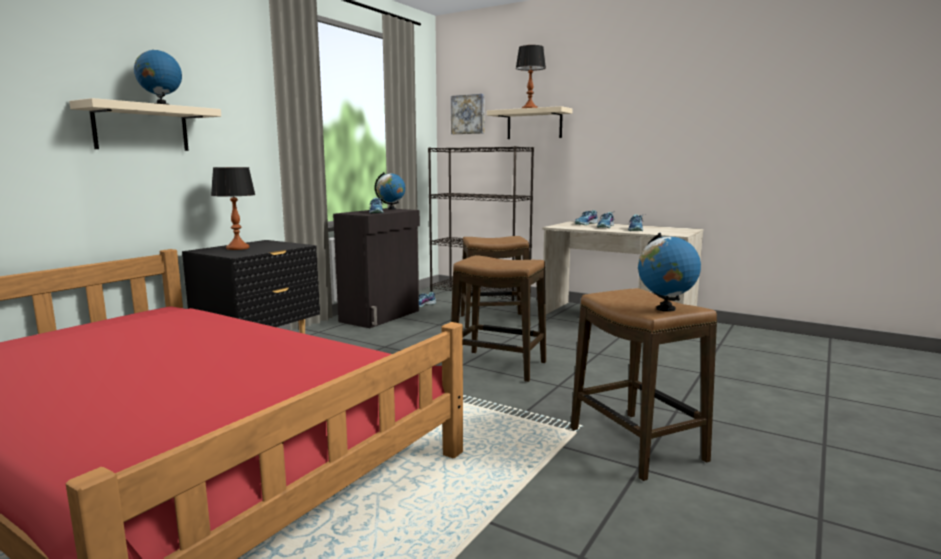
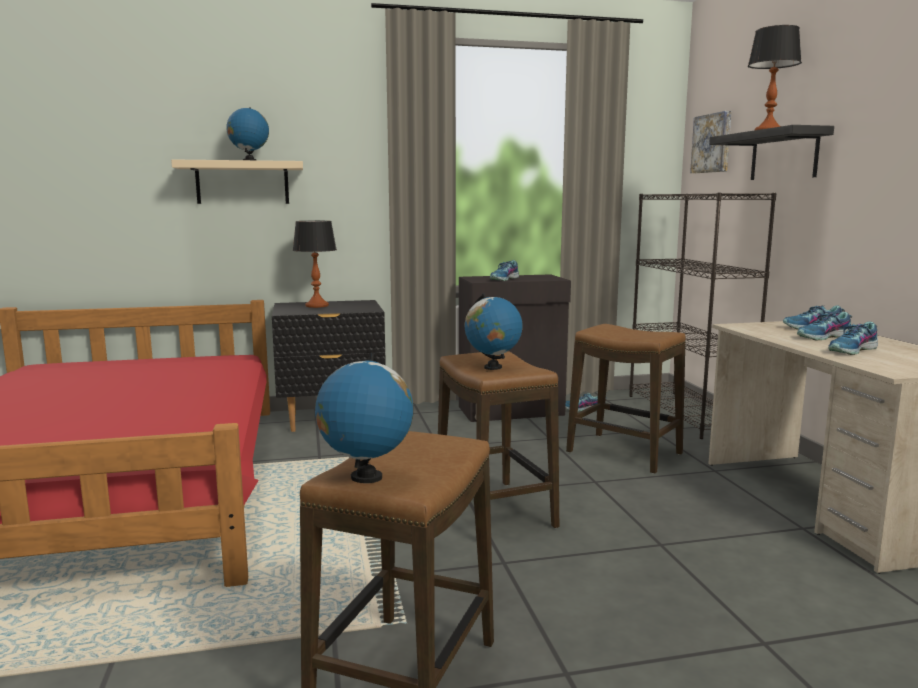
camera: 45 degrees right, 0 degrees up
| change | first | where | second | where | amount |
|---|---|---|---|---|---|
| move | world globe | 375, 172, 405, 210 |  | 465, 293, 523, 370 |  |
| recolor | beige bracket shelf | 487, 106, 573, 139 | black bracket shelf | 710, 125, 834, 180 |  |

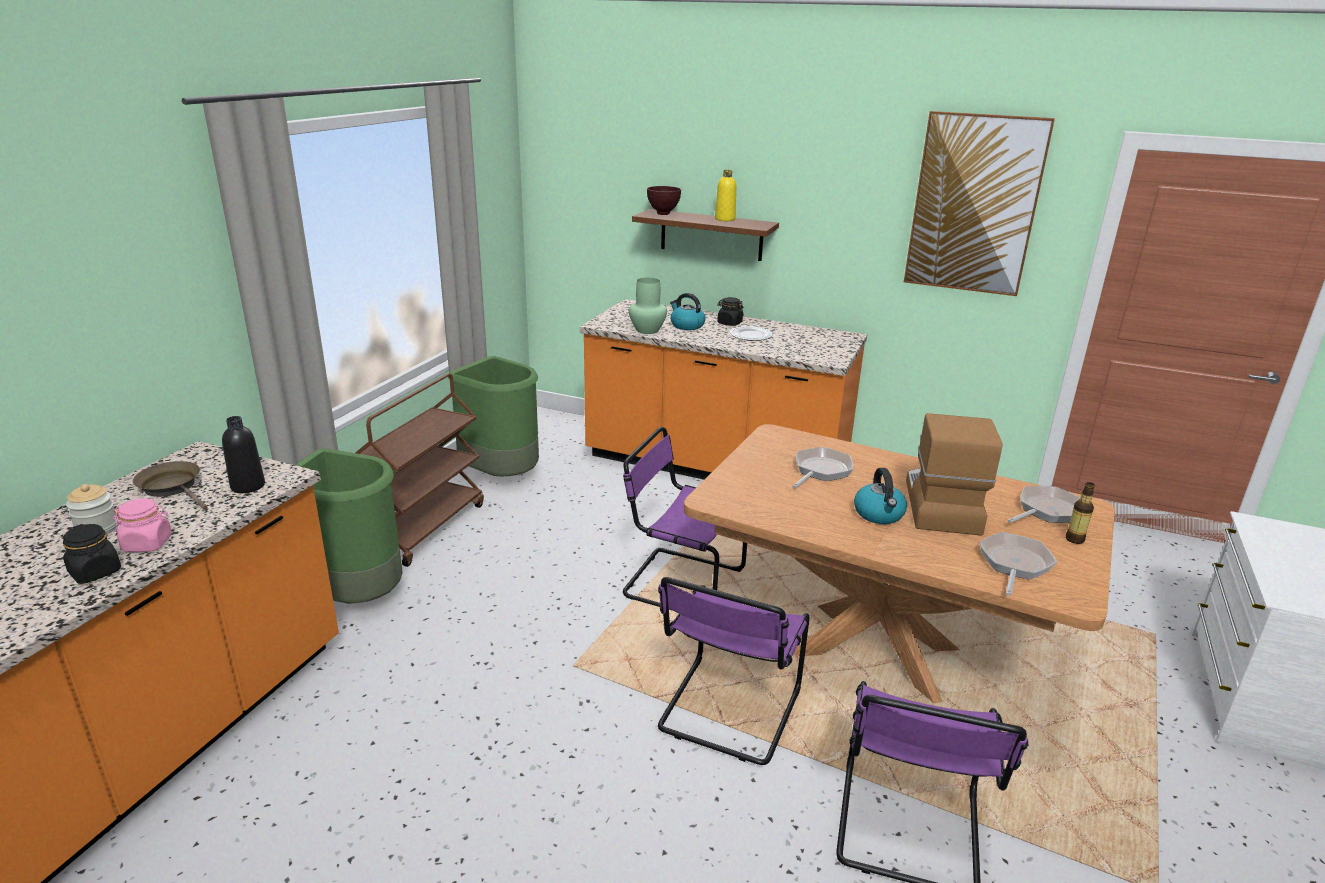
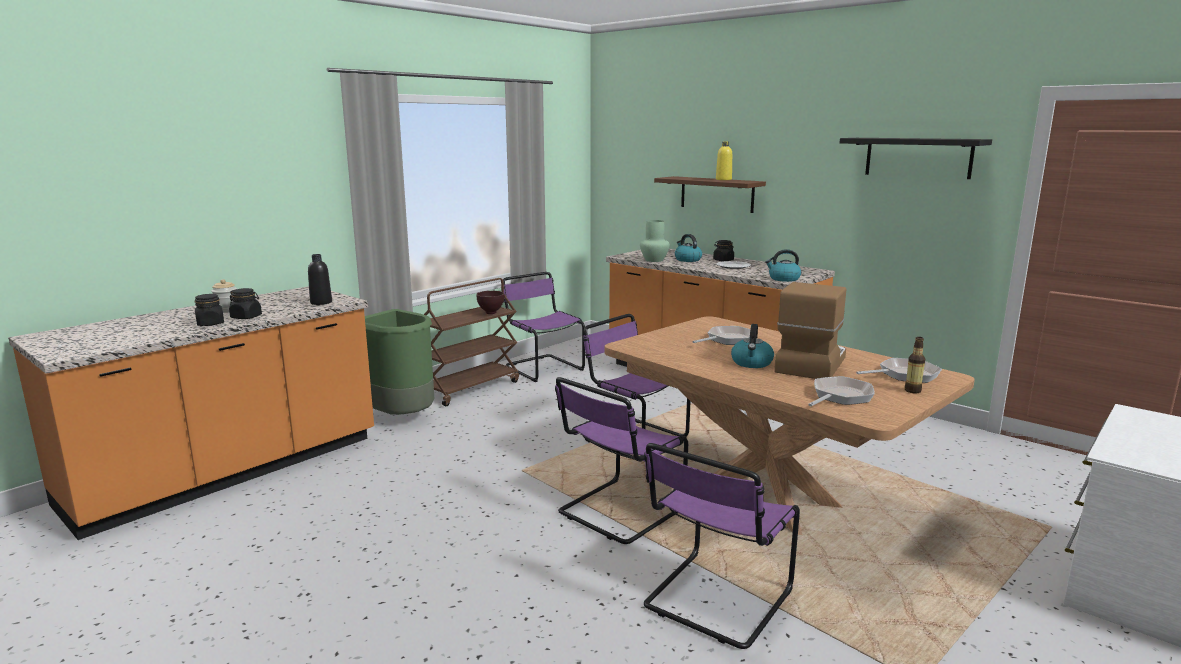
camera: 20 degrees right, 10 degrees down
| change | first | where | second | where | amount |
|---|---|---|---|---|---|
| recolor | pink-coloured jar | 113, 498, 172, 552 | black jar | 229, 288, 262, 319 |  |
| delete | brownish frying pan | 133, 461, 207, 510 |  |  |  |
| replace | green rubbish bin | 448, 356, 539, 476 | purple plain chair | 503, 272, 585, 382 |  |
| move | brownish bowl | 647, 186, 681, 215 |  | 476, 291, 504, 314 |  |
| replace | wall picture | 904, 111, 1055, 296 | black bracket shelf | 839, 138, 992, 179 |  |
| insert |  |  | water kettle | 765, 249, 801, 282 |  |

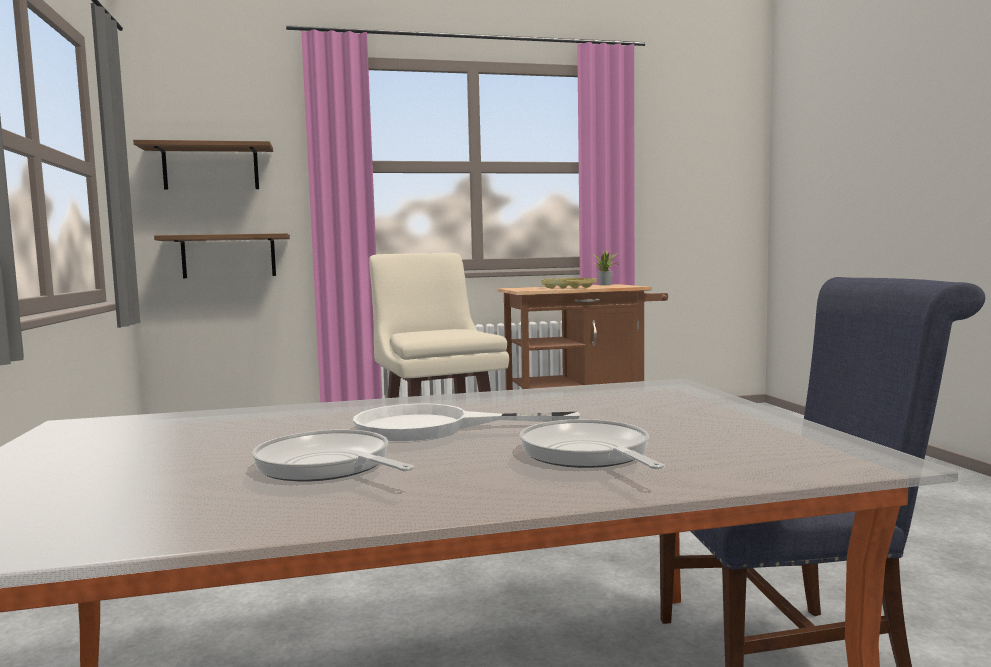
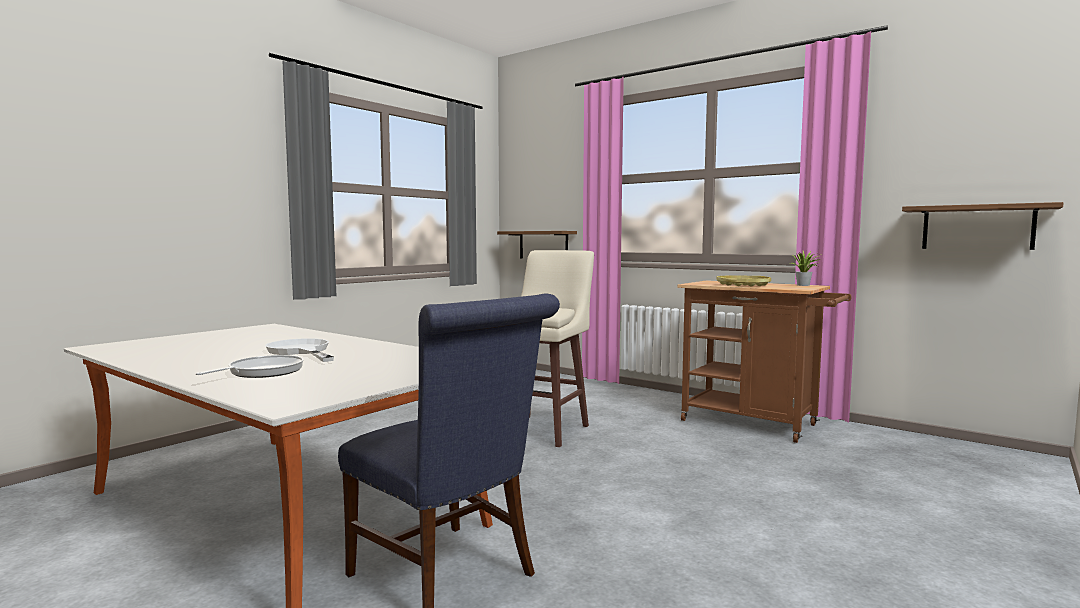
camera: 50 degrees right, 0 degrees up
| change | first | where | second | where | amount |
|---|---|---|---|---|---|
| move | bracket shelf | 133, 140, 273, 190 |  | 902, 202, 1063, 250 |  |
| delete | frying pan | 252, 430, 414, 481 |  |  |  |

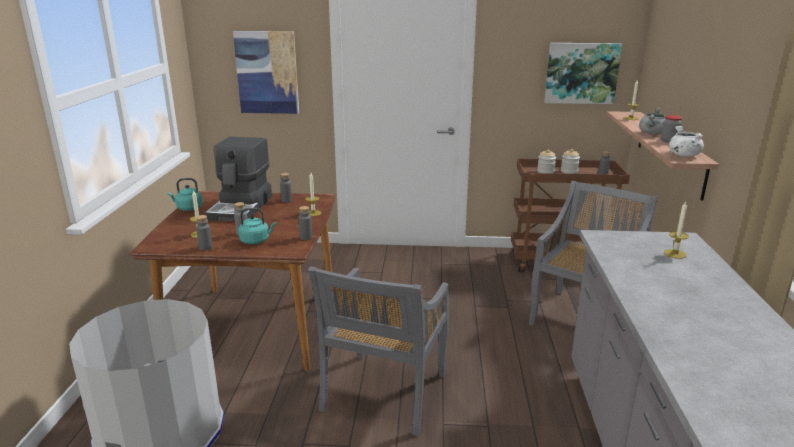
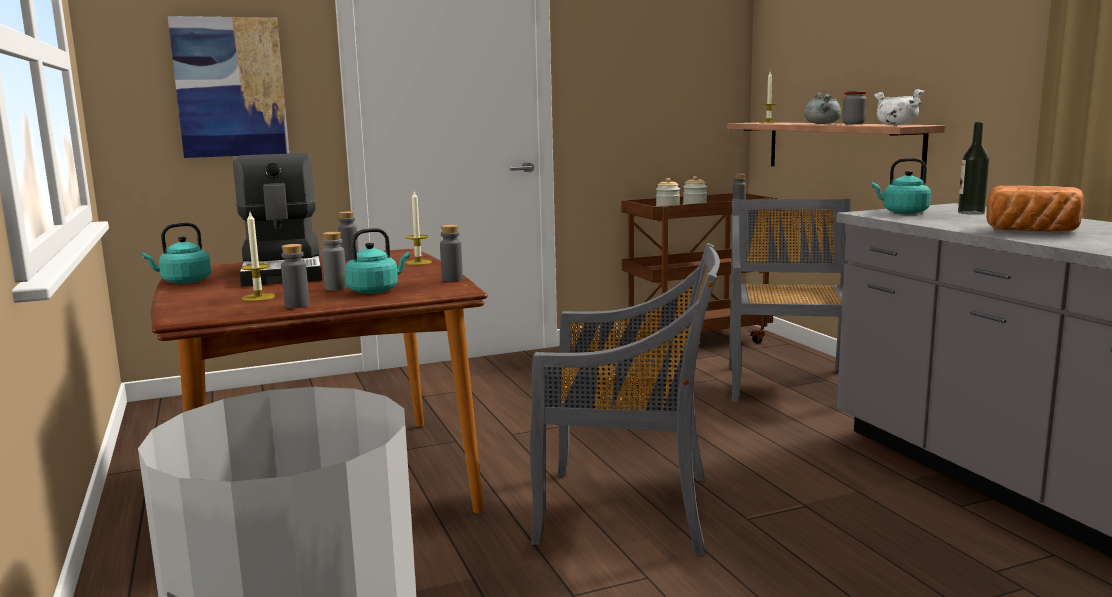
camera: 25 degrees left, 10 degrees down
| change | first | where | second | where | amount |
|---|---|---|---|---|---|
| rotate | greyish plain chair | 308, 266, 449, 436 |  | 530, 243, 720, 555 | 75 degrees counterclockwise |
| delete | wall picture | 544, 43, 622, 104 |  |  |  |
| replace | wax light | 664, 202, 689, 259 | drink bottle | 958, 122, 989, 215 |  |
| insert |  |  | turquoise-coloured water kettle | 871, 158, 931, 214 |  |
| insert |  |  | baked bread | 986, 186, 1084, 232 |  |

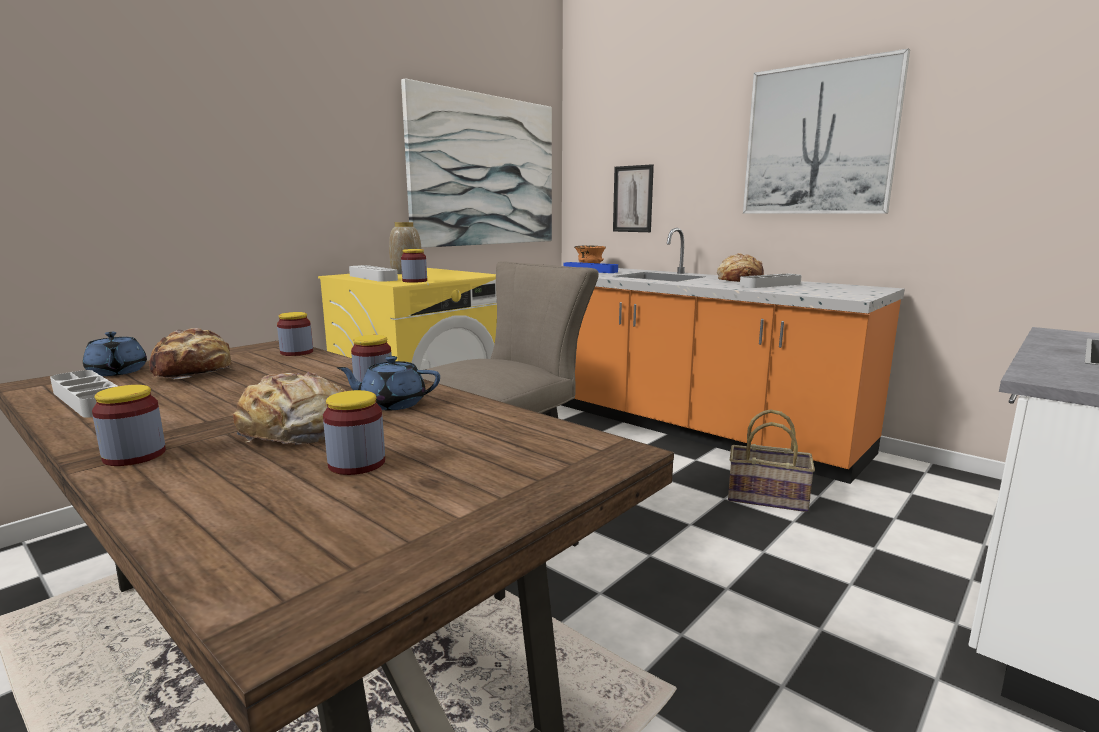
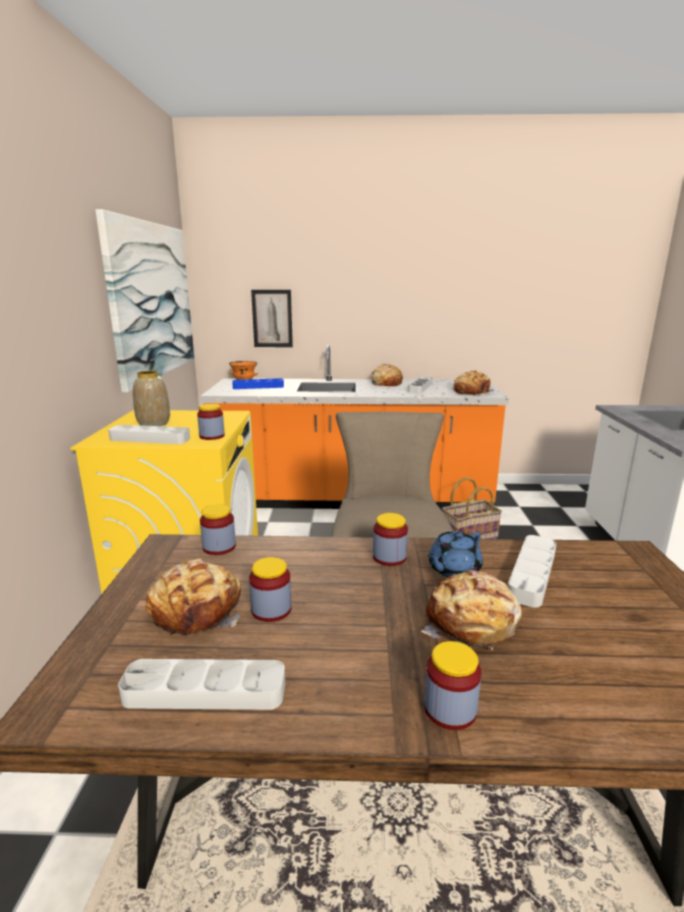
camera: 40 degrees left, 5 degrees up
| change | first | where | second | where | amount |
|---|---|---|---|---|---|
| delete | blue teapot | 83, 332, 147, 376 |  |  |  |
| move | jar | 323, 390, 385, 475 |  | 249, 557, 291, 622 |  |
| delete | wall picture | 743, 49, 910, 214 |  |  |  |
| insert |  |  | baked bread | 454, 370, 496, 395 |  |
| insert |  |  | greyish carrying tray | 508, 535, 557, 608 |  |

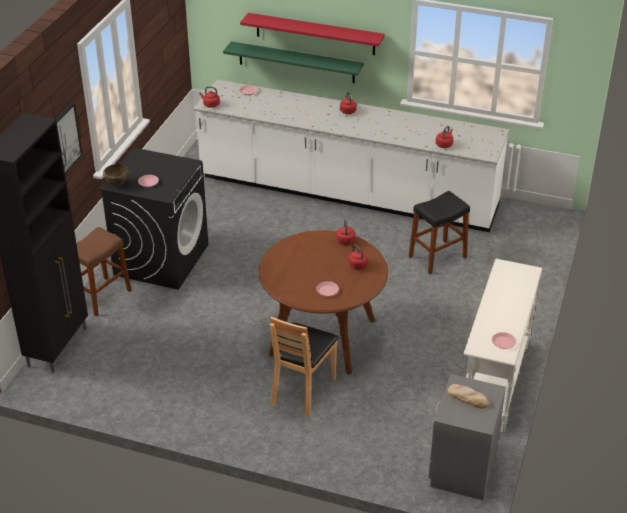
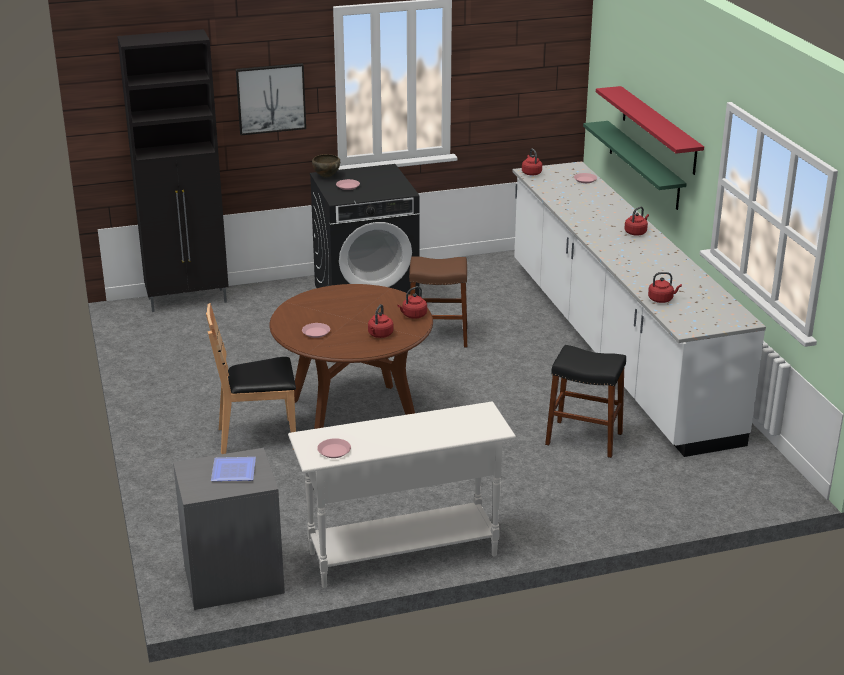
camera: 55 degrees right, 10 degrees down
| change | first | where | second | where | amount |
|---|---|---|---|---|---|
| move | brownish stool | 76, 227, 132, 316 |  | 409, 256, 467, 347 |  |
| replace | baked bread | 447, 384, 489, 409 | dinner plate | 211, 457, 256, 481 |  |

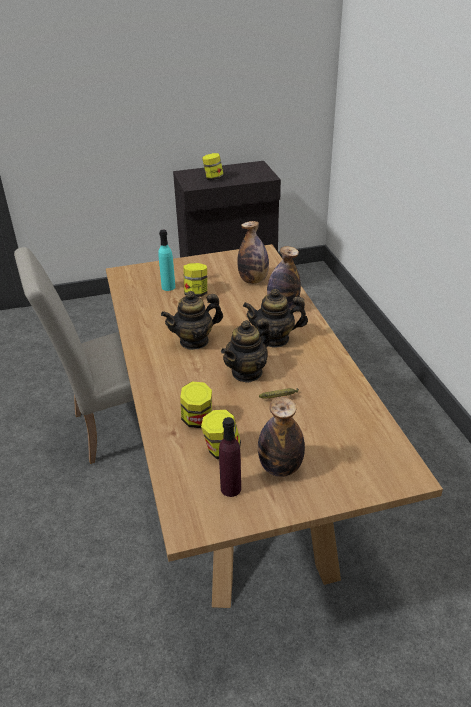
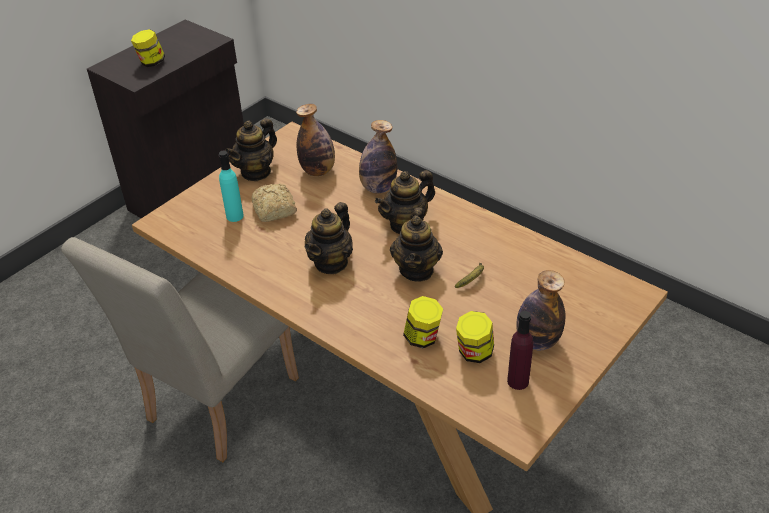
camera: 35 degrees left, 5 degrees up
| change | first | where | second | where | amount |
|---|---|---|---|---|---|
| replace | jar | 183, 263, 207, 297 | baked bread | 251, 184, 297, 222 |  |
| insert |  |  | teapot | 225, 118, 277, 181 |  |

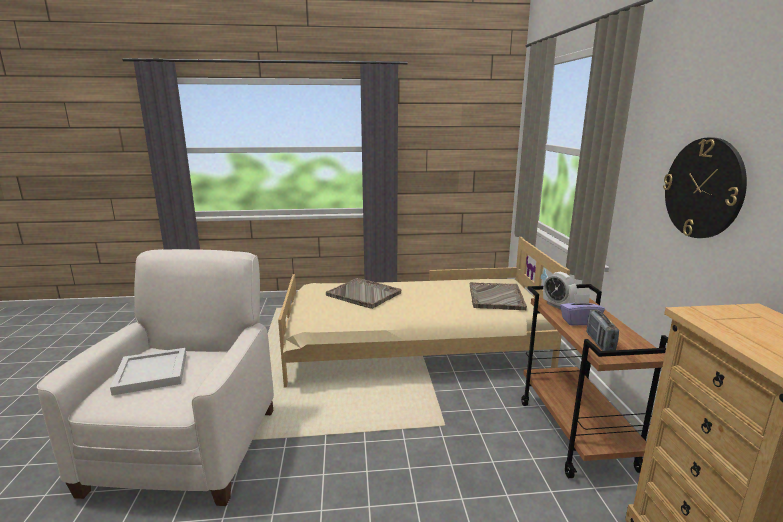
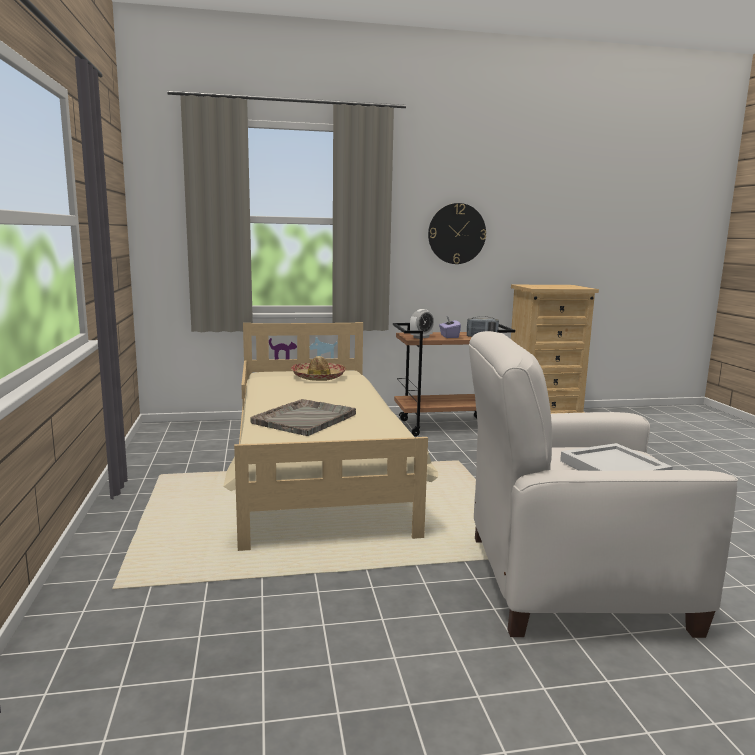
camera: 95 degrees left, 5 degrees down
| change | first | where | second | where | amount |
|---|---|---|---|---|---|
| replace | greyish carrying tray | 470, 282, 527, 310 | hat | 291, 356, 346, 381 |  |

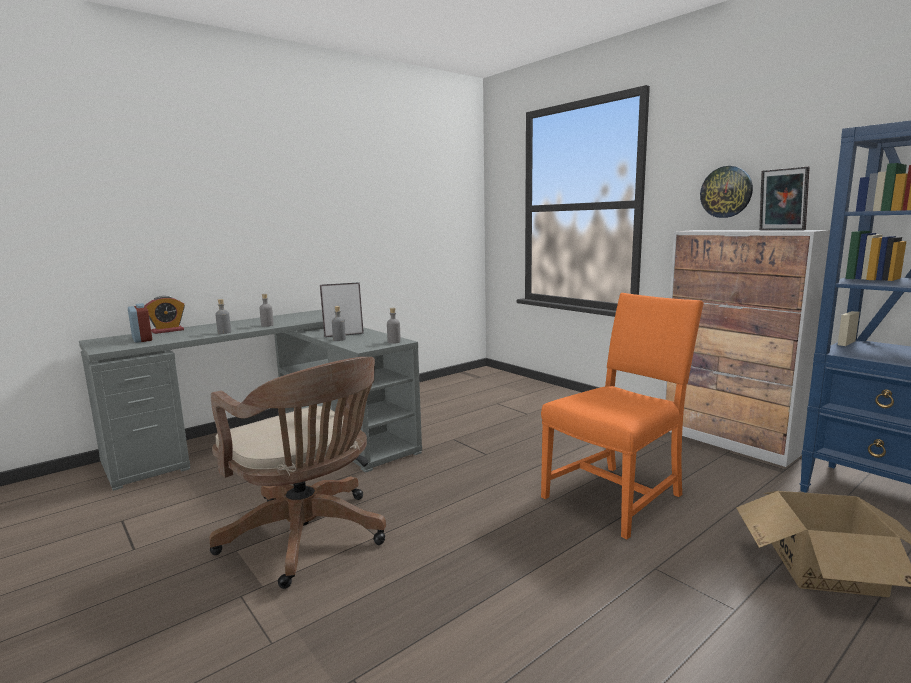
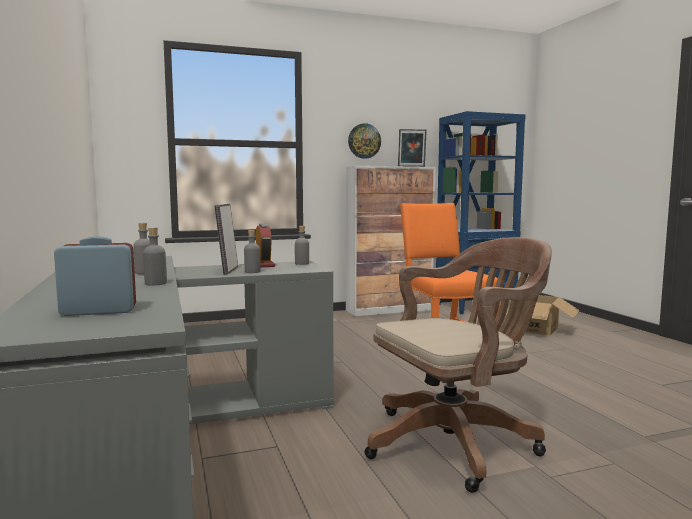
camera: 70 degrees left, 5 degrees down
| change | first | where | second | where | amount |
|---|---|---|---|---|---|
| move | alarm clock | 145, 296, 185, 334 |  | 255, 224, 275, 267 |  |

